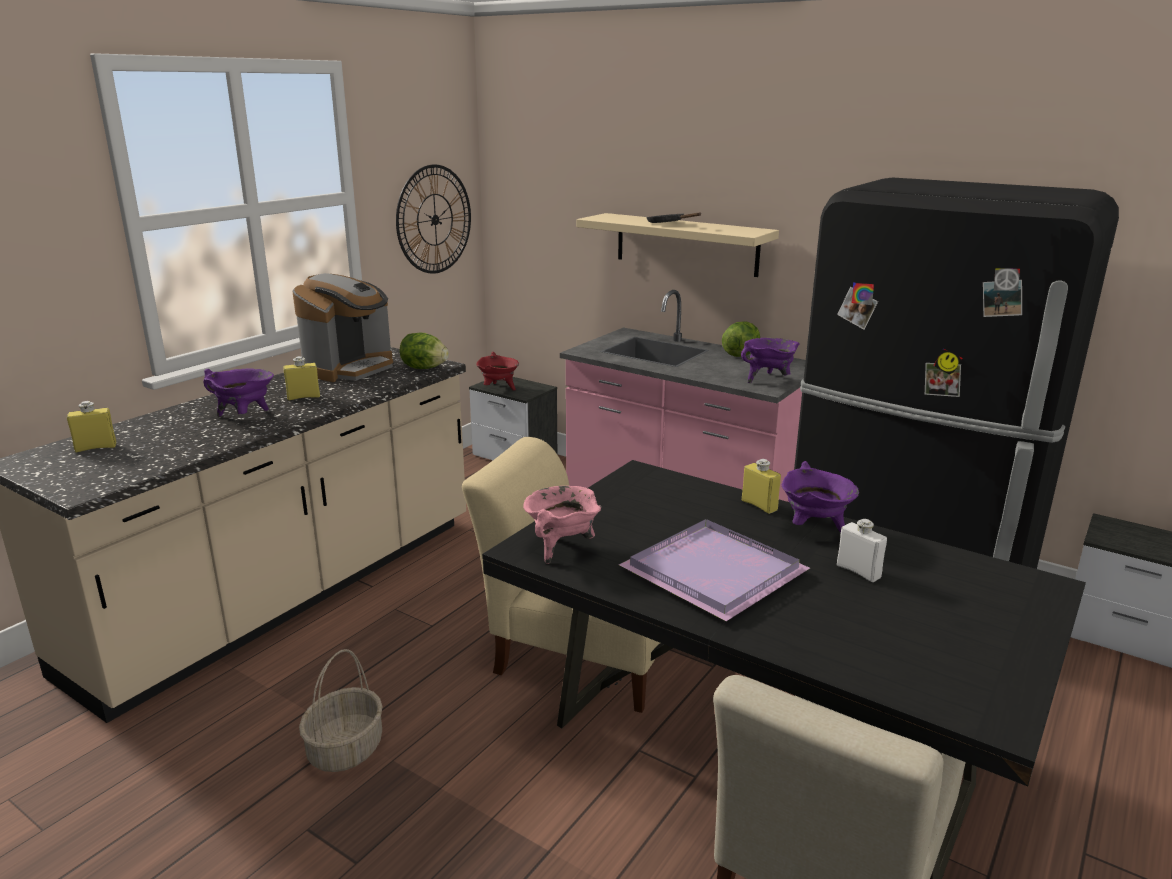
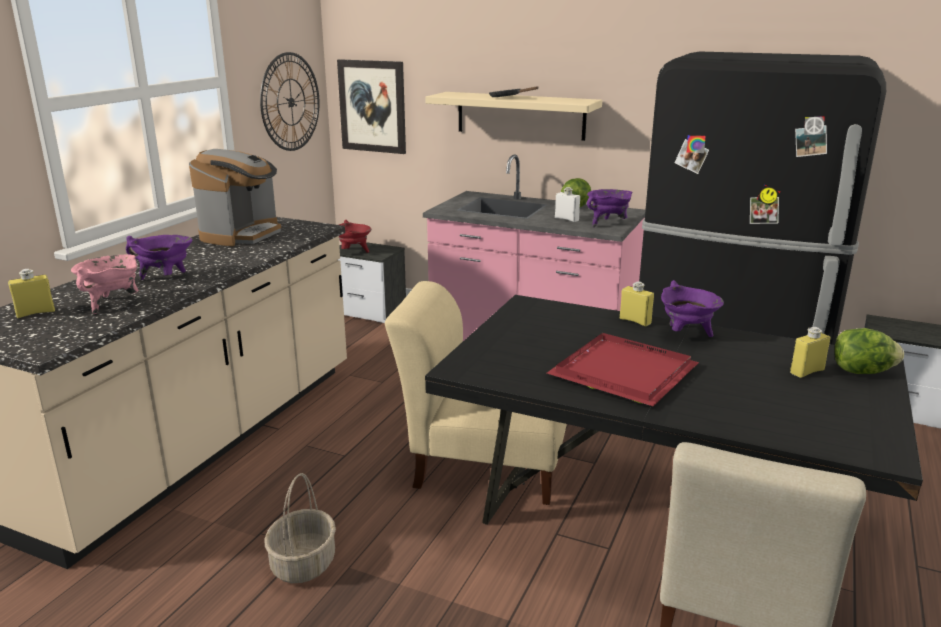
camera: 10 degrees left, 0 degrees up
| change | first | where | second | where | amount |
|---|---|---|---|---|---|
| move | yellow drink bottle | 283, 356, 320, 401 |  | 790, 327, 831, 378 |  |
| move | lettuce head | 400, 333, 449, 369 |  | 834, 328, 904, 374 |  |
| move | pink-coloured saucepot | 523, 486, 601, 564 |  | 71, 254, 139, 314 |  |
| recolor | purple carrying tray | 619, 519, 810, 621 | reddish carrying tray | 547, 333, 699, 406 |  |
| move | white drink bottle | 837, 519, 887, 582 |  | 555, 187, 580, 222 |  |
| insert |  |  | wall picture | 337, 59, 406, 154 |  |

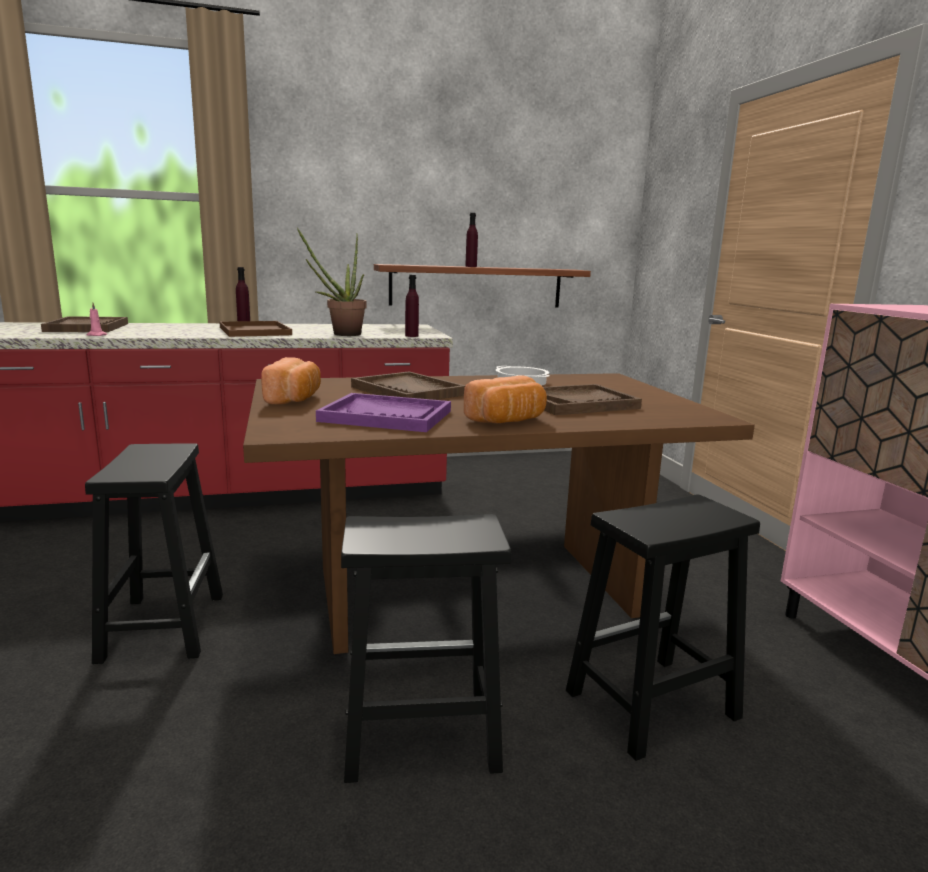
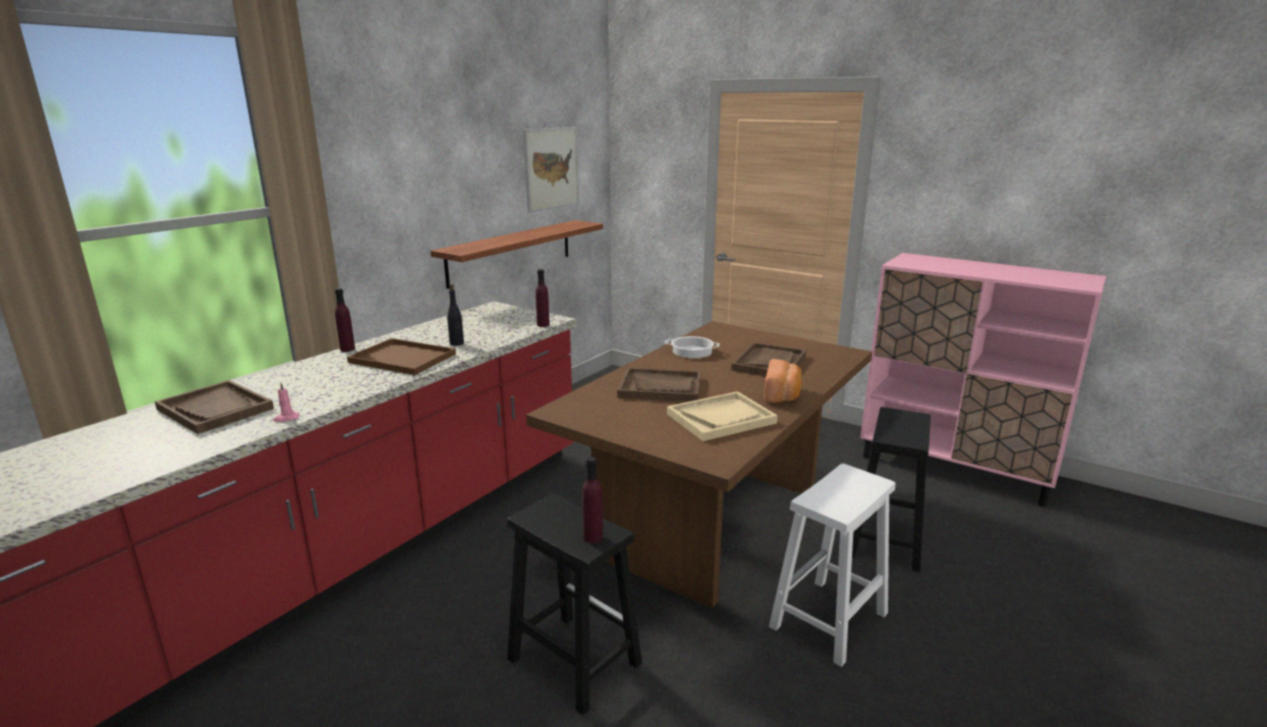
camera: 40 degrees left, 5 degrees up
| change | first | where | second | where | amount |
|---|---|---|---|---|---|
| delete | baked bread | 261, 357, 321, 404 |  |  |  |
| delete | potted plant | 297, 227, 367, 336 |  |  |  |
| recolor | purple carrying tray | 316, 393, 451, 432 | beige carrying tray | 667, 391, 778, 441 |  |
| recolor | black stool | 341, 514, 511, 783 | white stool | 769, 463, 896, 667 |  |
| move | purple drink bottle | 465, 213, 478, 267 |  | 582, 457, 603, 543 |  |
| insert |  |  | black drink bottle | 447, 284, 464, 346 |  |
| insert |  |  | wall picture | 523, 127, 579, 213 |  |

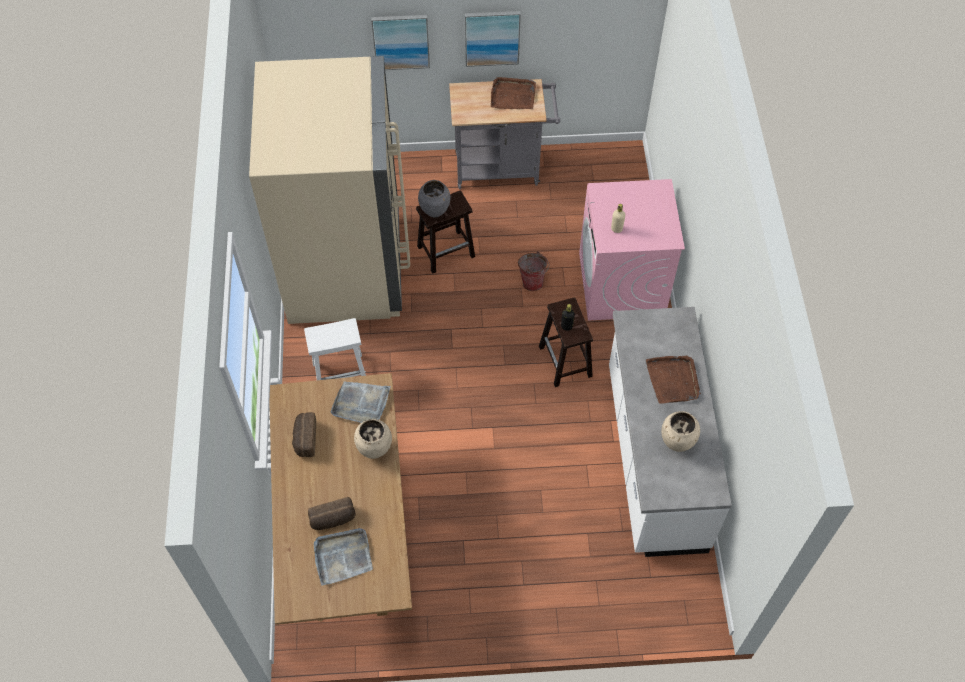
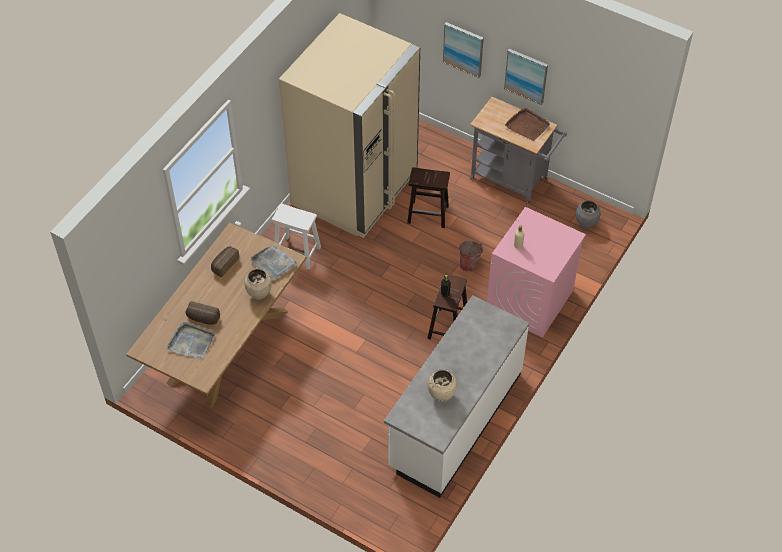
camera: 35 degrees right, 5 degrees down
| change | first | where | second | where | amount |
|---|---|---|---|---|---|
| move | greyish flower vase | 418, 180, 450, 217 |  | 576, 200, 600, 229 |  |
| delete | brownish carrying tray | 646, 356, 701, 404 |  |  |  |

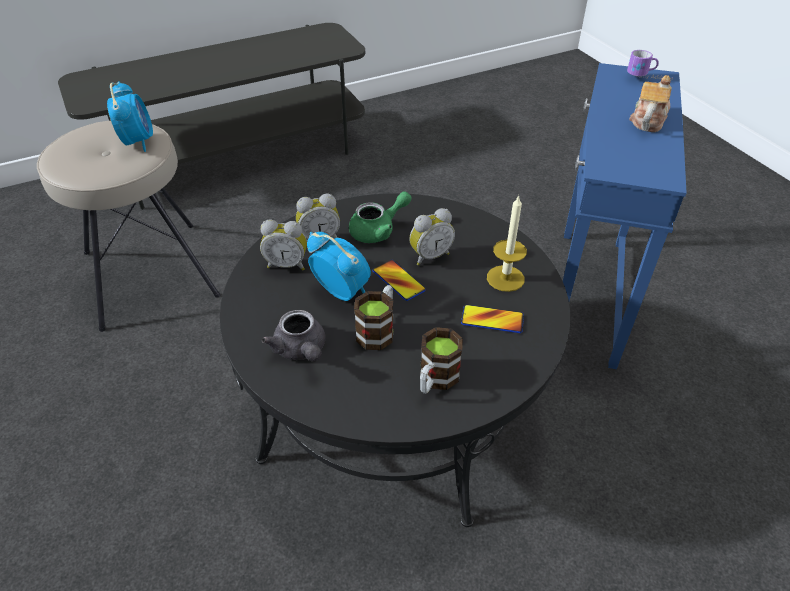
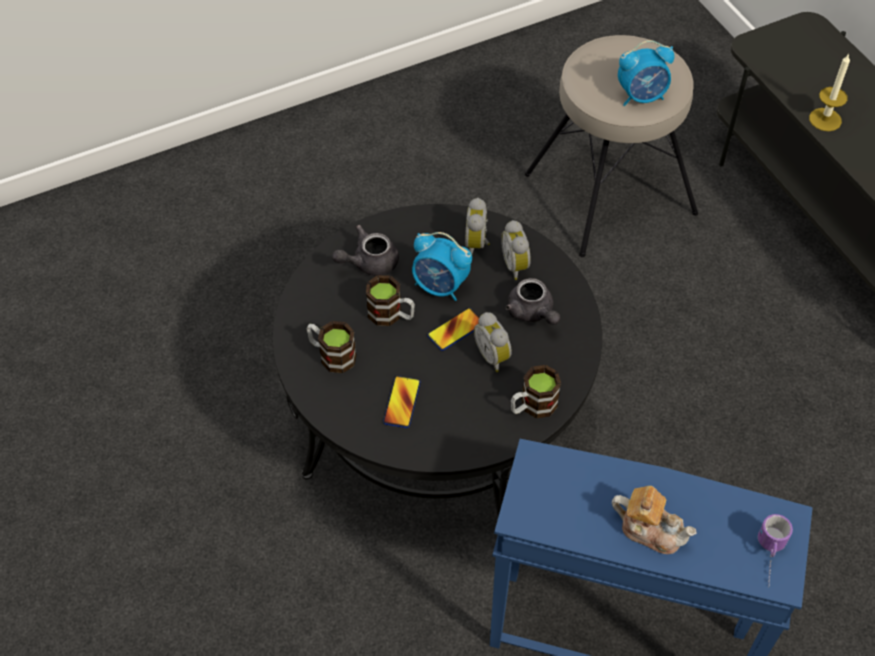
camera: 90 degrees right, 10 degrees up
| change | first | where | second | where | amount |
|---|---|---|---|---|---|
| rotate | alarm clock | 307, 232, 371, 301 |  | 412, 232, 472, 301 | 75 degrees clockwise |
| recolor | green teapot | 349, 191, 412, 243 | greyish teapot | 506, 278, 561, 325 |  |
| move | wax light | 487, 195, 527, 292 |  | 809, 53, 850, 131 |  |
| insert |  |  | tea mug | 511, 365, 561, 418 |  |

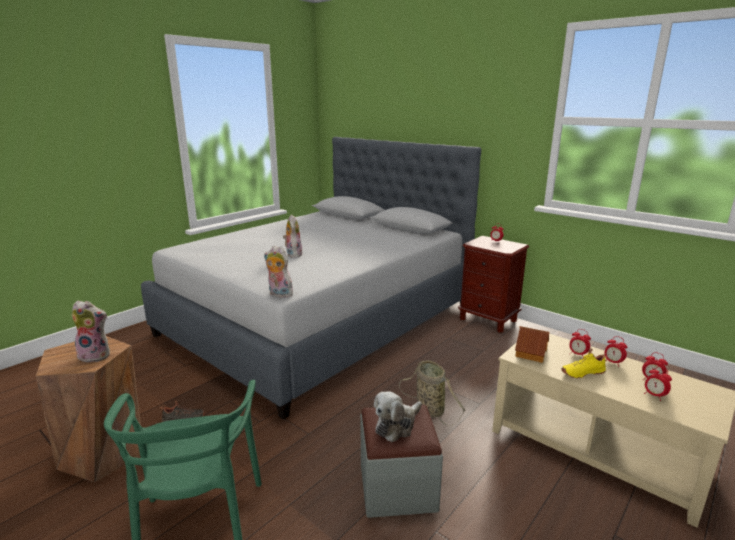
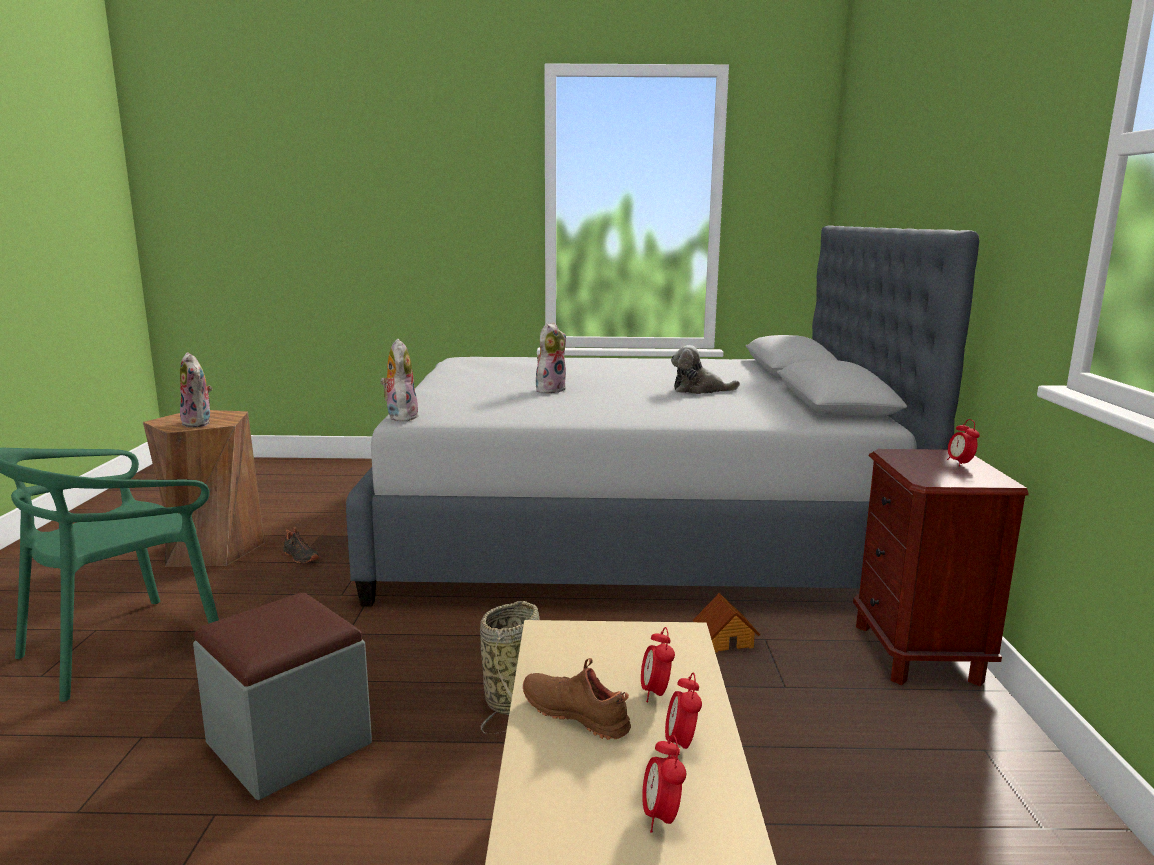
camera: 50 degrees right, 5 degrees down
| change | first | where | second | where | amount |
|---|---|---|---|---|---|
| move | soft toy | 374, 391, 422, 442 |  | 671, 345, 740, 394 |  |
| move | model house | 515, 326, 549, 363 |  | 693, 593, 761, 653 |  |
| recolor | yellow item of footwear | 561, 348, 607, 378 | brownish item of footwear | 523, 658, 631, 740 |  |
| delete | alarm clock | 644, 366, 672, 401 |  |  |  |

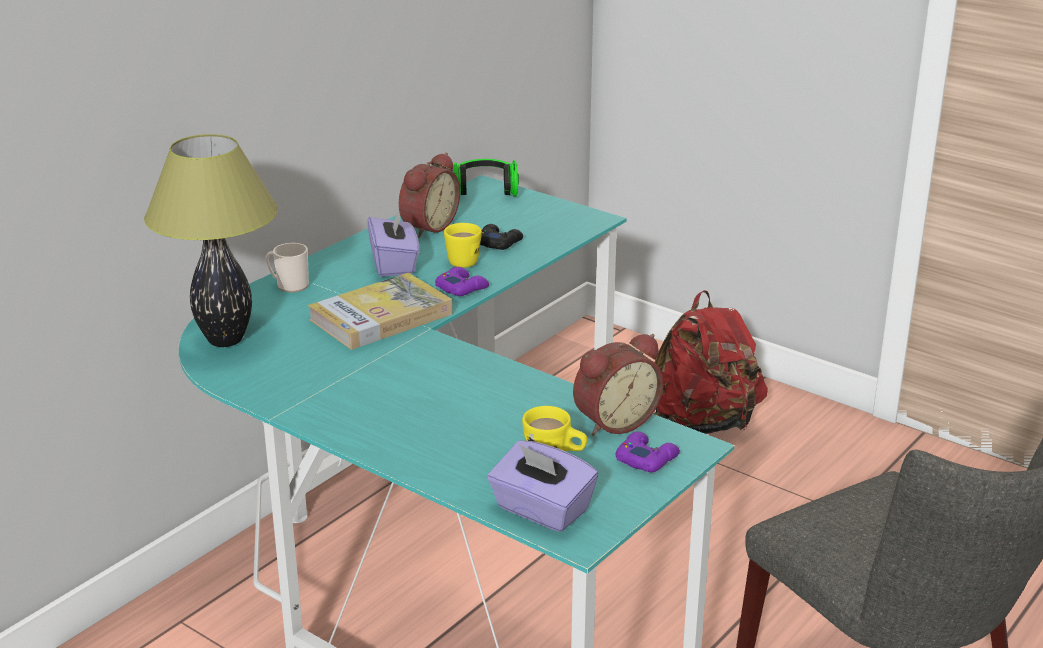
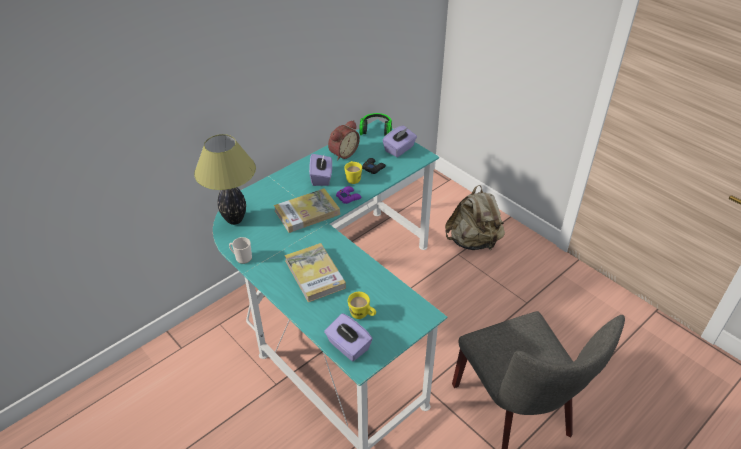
camera: 10 degrees right, 15 degrees up
| change | first | where | second | where | amount |
|---|---|---|---|---|---|
| move | tea mug | 265, 243, 309, 292 |  | 229, 237, 252, 264 |  |
| delete | alarm clock | 573, 334, 664, 436 |  |  |  |
| delete | purple game controller | 616, 431, 680, 472 |  |  |  |
| recolor | reddish rucksack | 653, 290, 768, 434 | beige rucksack | 445, 185, 505, 250 |  |
| insert |  |  | bound book | 284, 243, 346, 302 |  |
| insert |  |  | purple tissue box | 383, 125, 417, 157 |  |

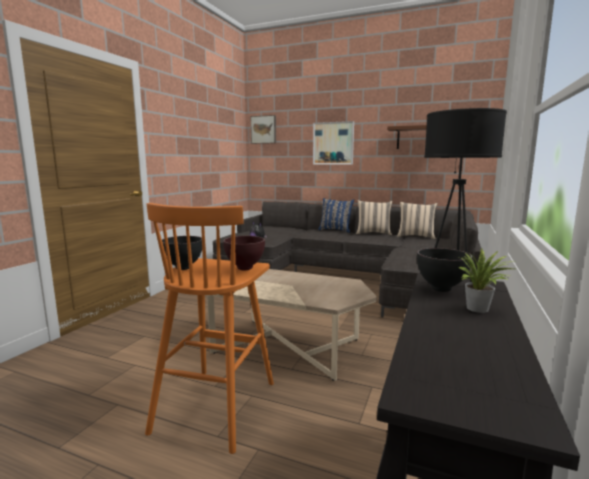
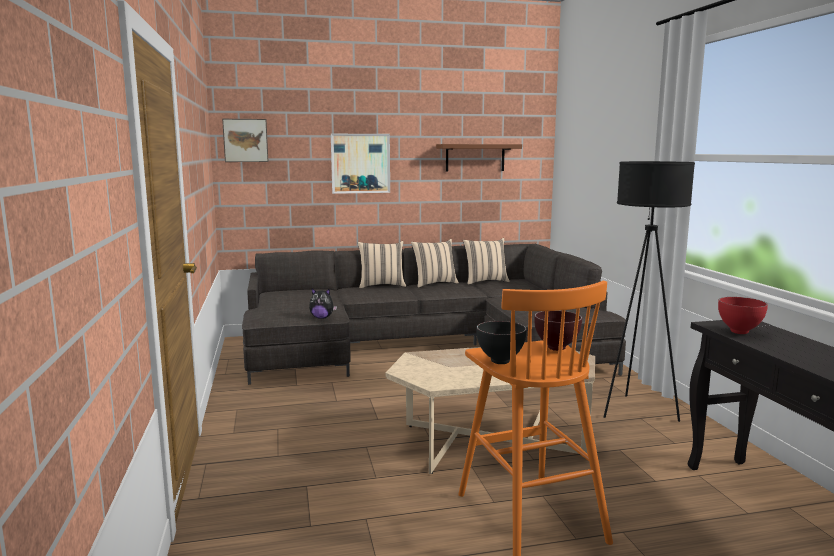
camera: 35 degrees left, 0 degrees up
| change | first | where | second | where | amount |
|---|---|---|---|---|---|
| recolor | blue throw pillow | 318, 198, 354, 233 | beige throw pillow | 358, 241, 406, 288 |  |
| recolor | black bowl | 417, 248, 472, 292 | reddish bowl | 718, 297, 768, 334 |  |
| delete | potted plant | 458, 248, 514, 313 |  |  |  |

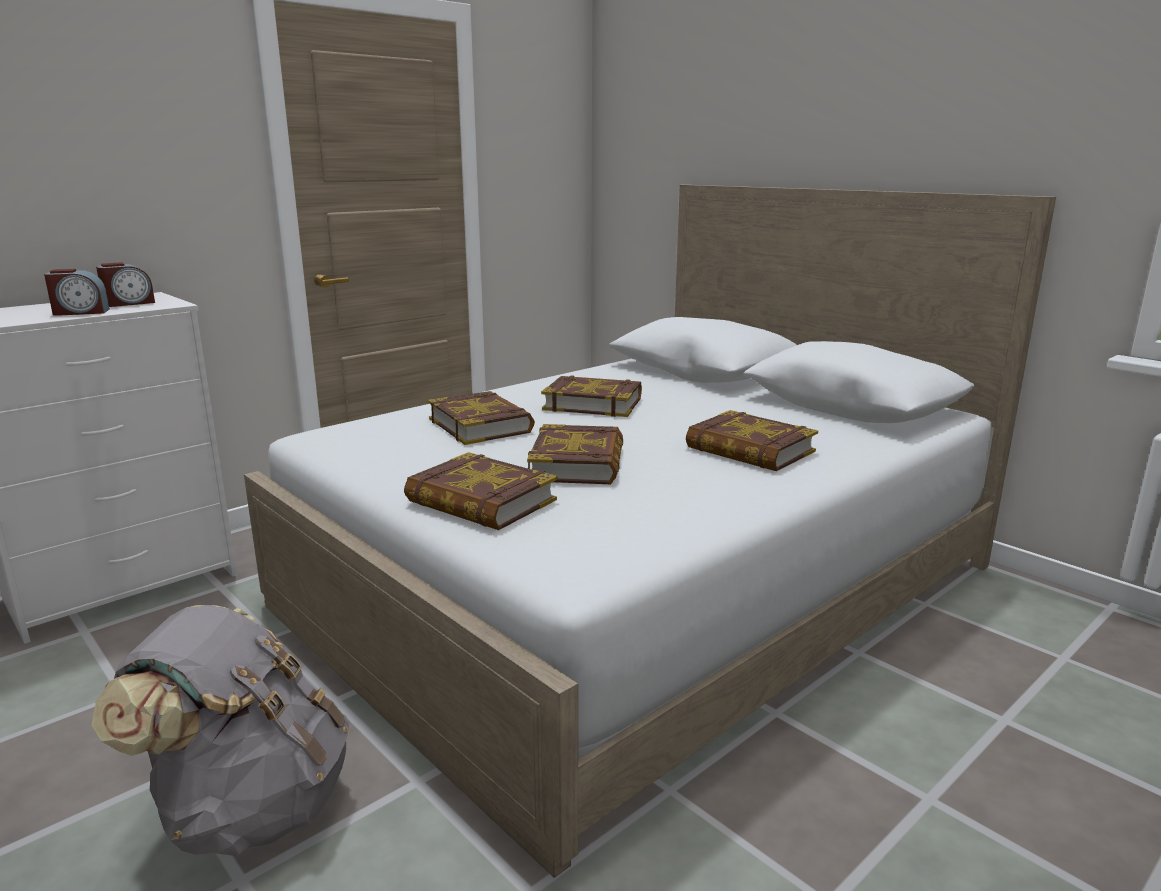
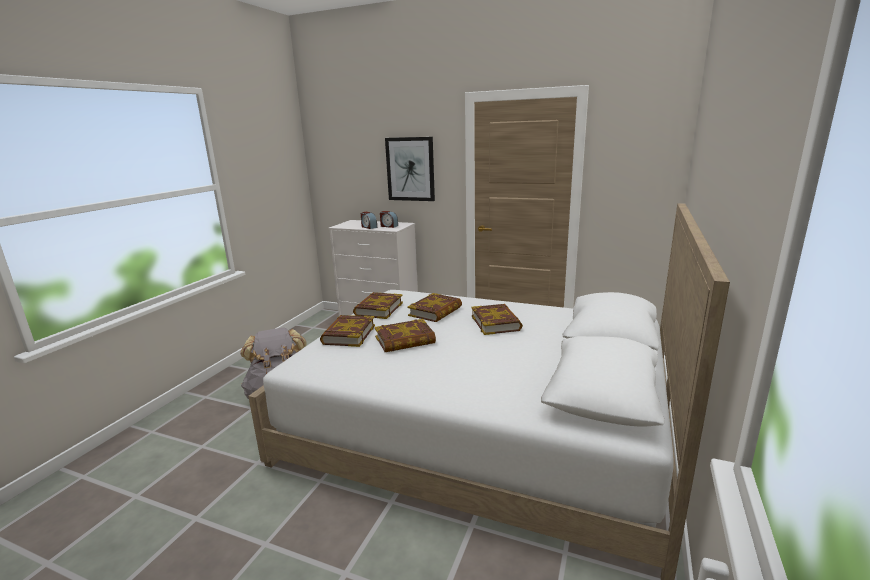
camera: 65 degrees right, 0 degrees up
| change | first | where | second | where | amount |
|---|---|---|---|---|---|
| move | bound book | 686, 410, 818, 471 |  | 353, 292, 403, 319 |  |
| insert |  |  | wall picture | 385, 137, 435, 201 |  |

